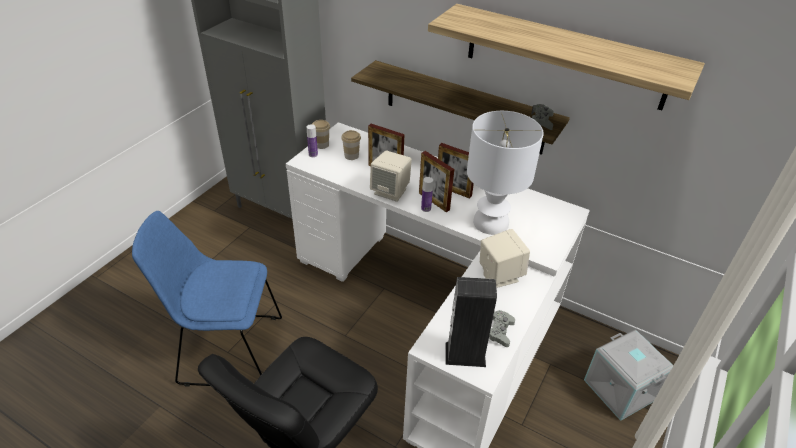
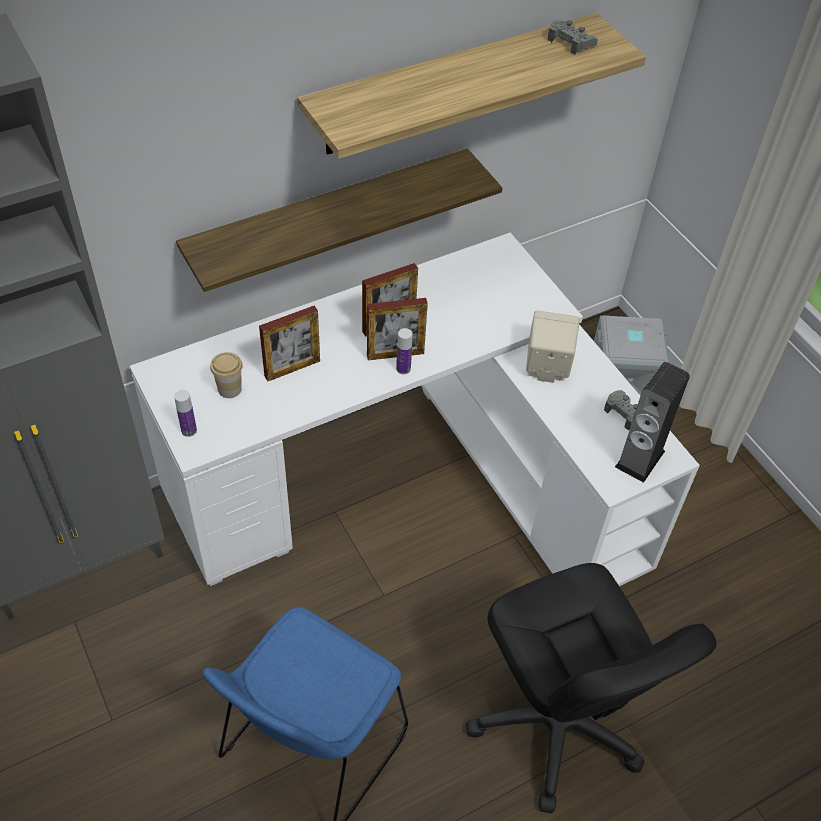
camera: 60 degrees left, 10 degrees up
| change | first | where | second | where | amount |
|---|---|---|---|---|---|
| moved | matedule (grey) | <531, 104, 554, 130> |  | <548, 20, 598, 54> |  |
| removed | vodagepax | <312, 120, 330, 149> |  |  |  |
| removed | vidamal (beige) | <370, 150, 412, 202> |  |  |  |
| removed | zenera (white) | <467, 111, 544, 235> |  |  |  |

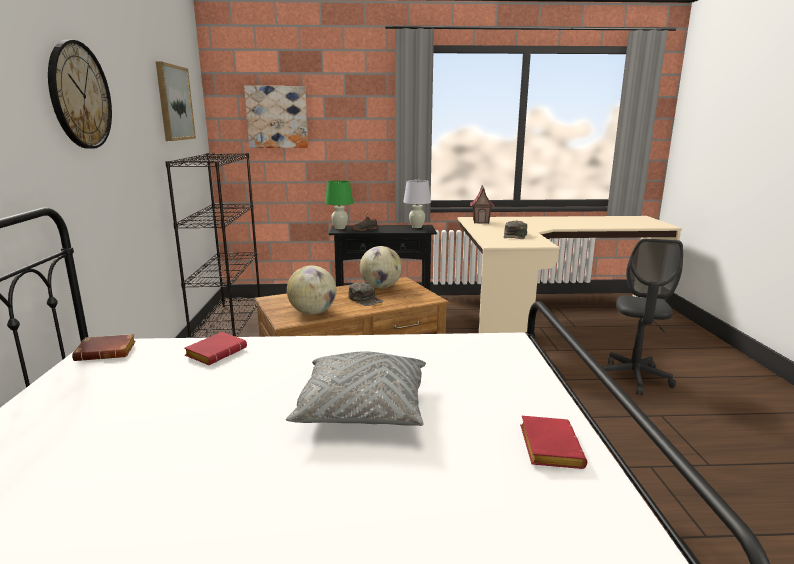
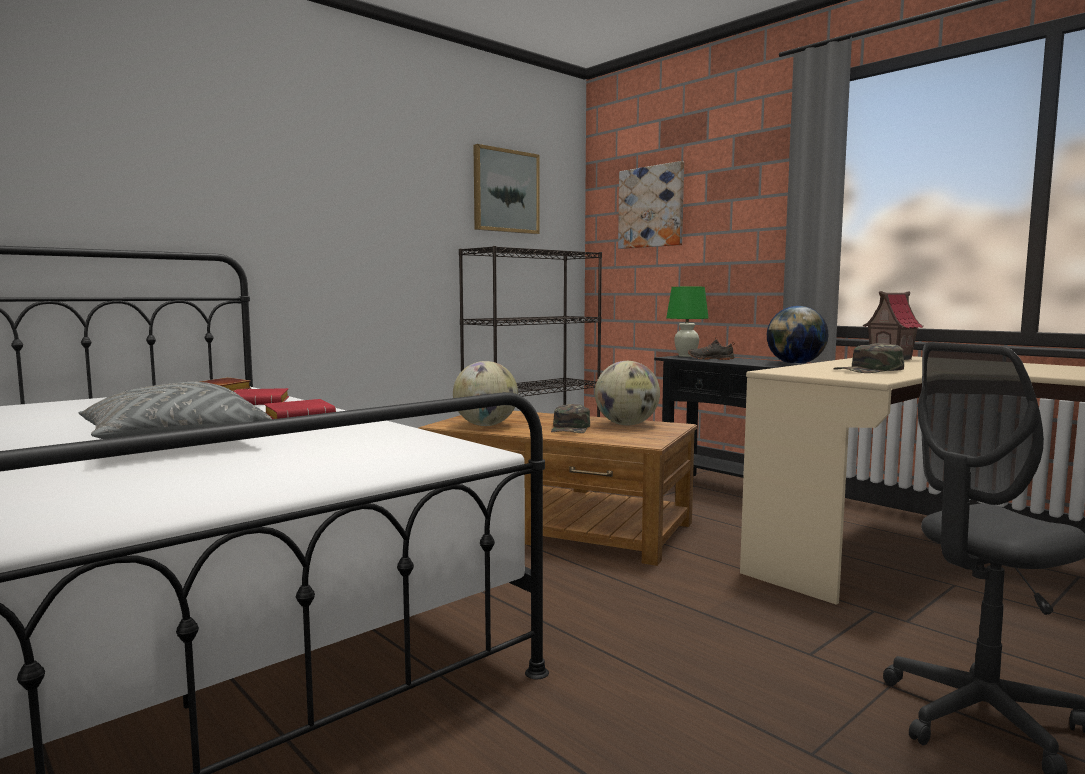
camera: 50 degrees right, 10 degrees down
| change | first | where | second | where | amount |
|---|---|---|---|---|---|
| moved | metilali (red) | <520, 416, 587, 469> |  | <264, 399, 336, 419> |  |
| replaced | zenera (white) | <404, 180, 431, 228> | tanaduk | <767, 306, 828, 364> |  |
| removed | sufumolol | <48, 40, 112, 149> |  |  |  |

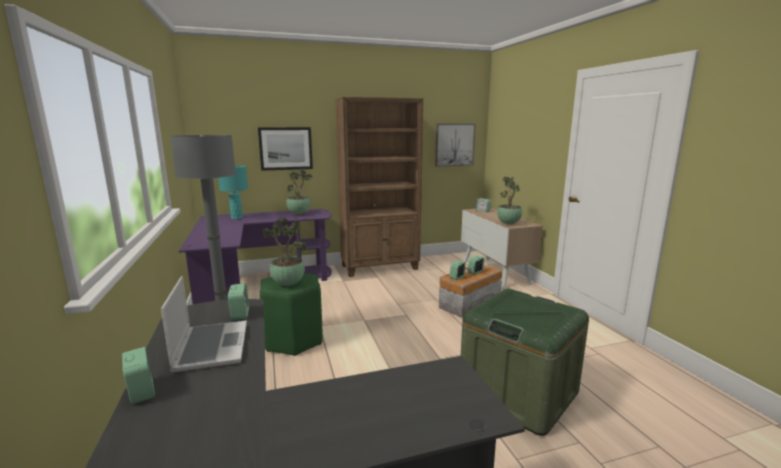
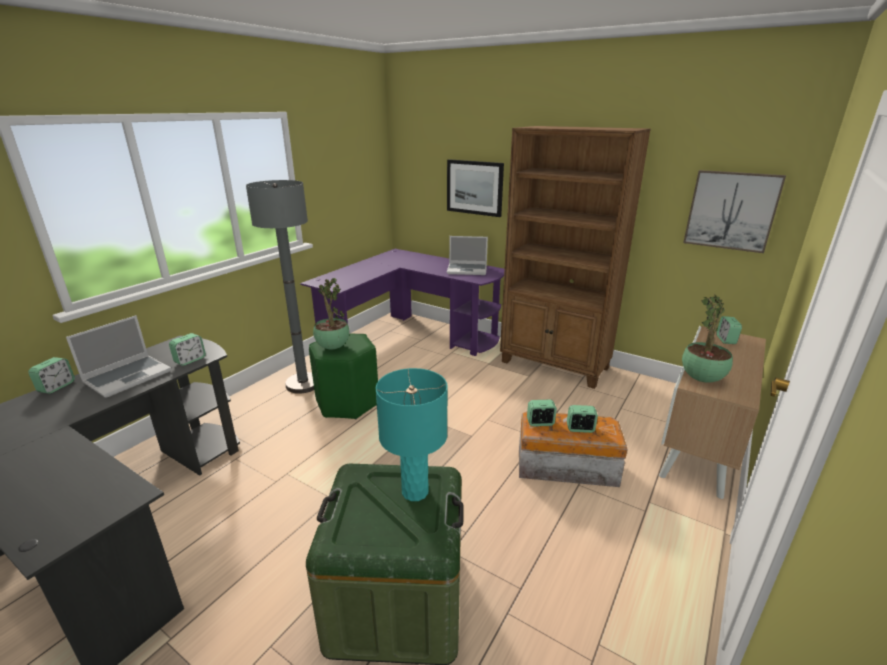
camera: 50 degrees right, 10 degrees up
| change | first | where | second | where | amount |
|---|---|---|---|---|---|
| moved | zenera (turquoise) | <218, 165, 248, 219> |  | <375, 368, 448, 501> |  |
| replaced | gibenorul | <286, 168, 313, 215> | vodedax | <447, 236, 488, 275> |  |

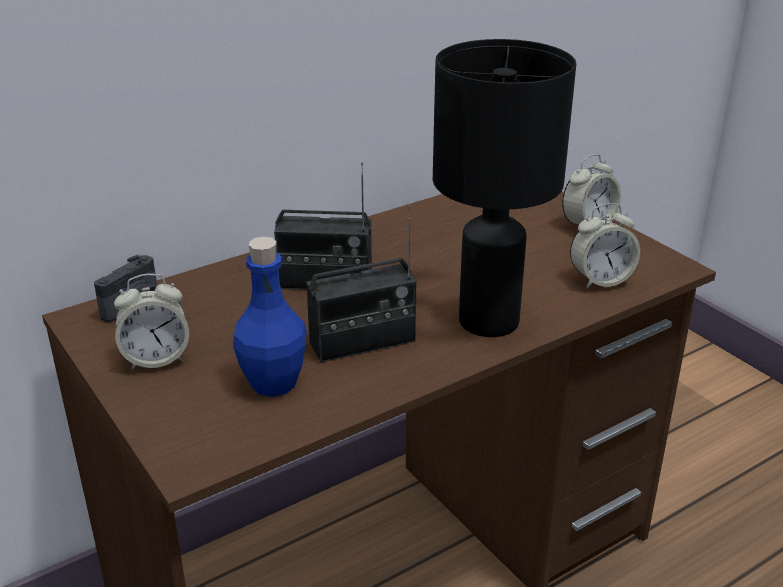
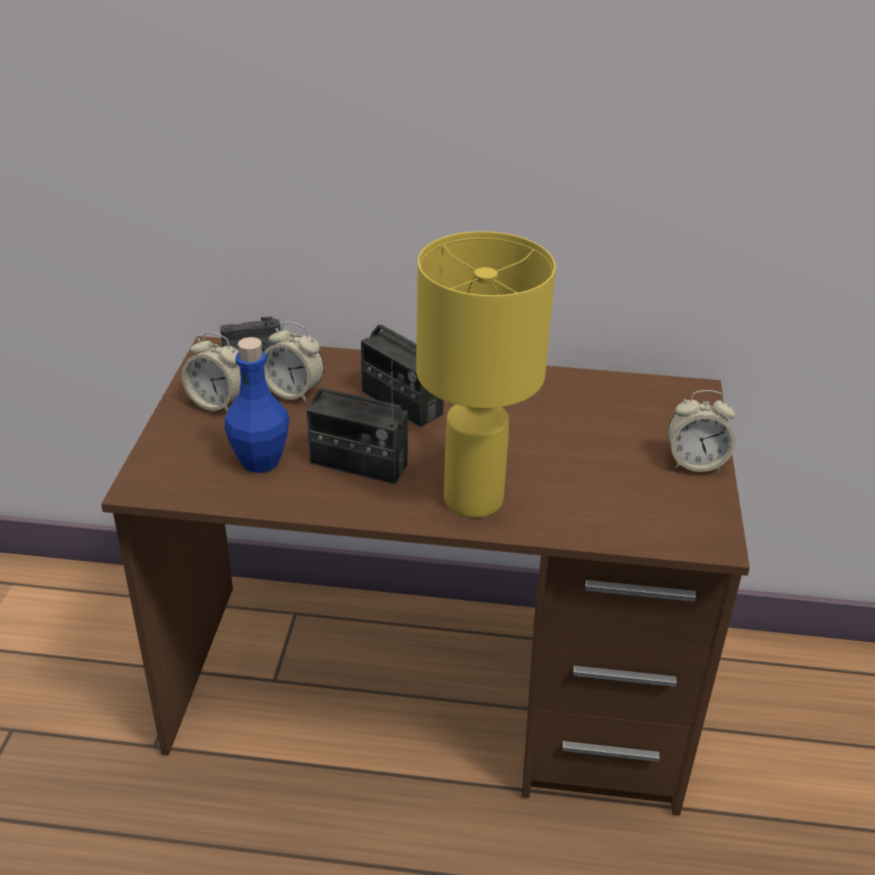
camera: 40 degrees right, 5 degrees up
| change | first | where | second | where | amount |
|---|---|---|---|---|---|
| moved | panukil | <570, 203, 640, 289> |  | <264, 322, 324, 402> |  |
| recoloured | zenera (black) | <433, 39, 576, 337> | zenera (yellow) | <416, 231, 556, 518> |  |

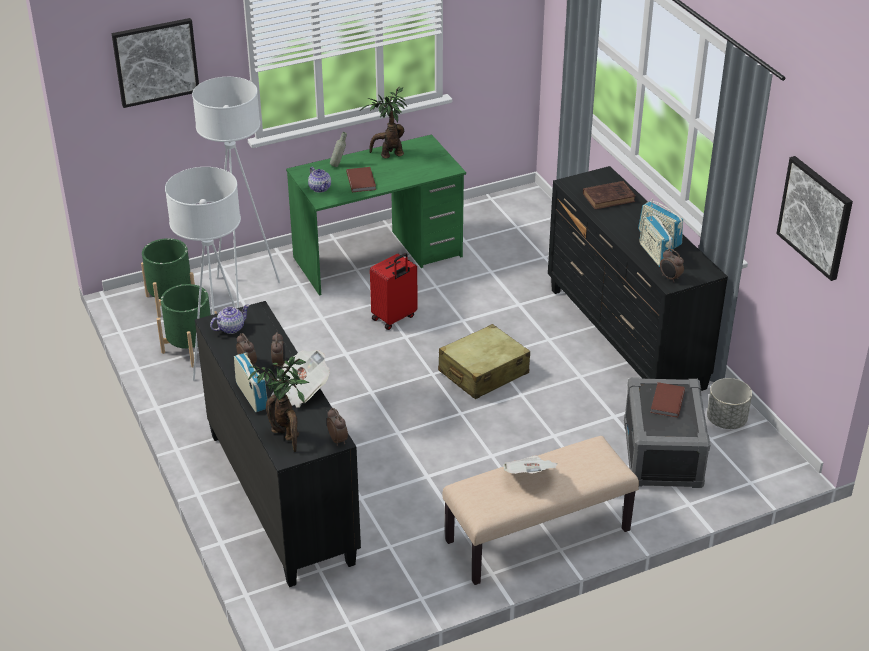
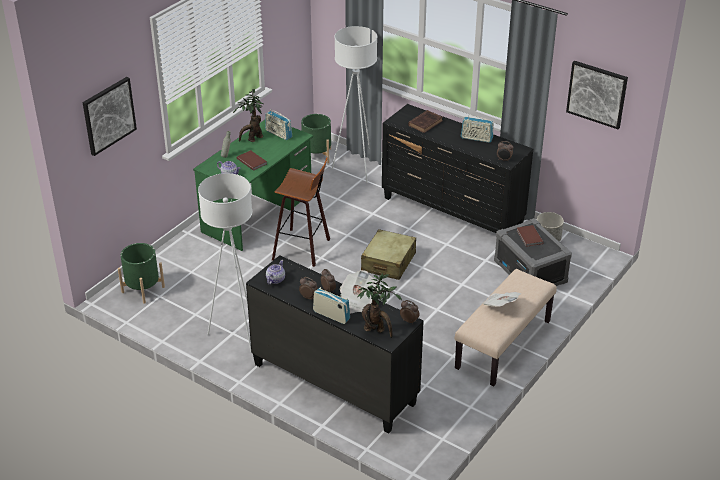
camera: 30 degrees left, 0 degrees up
| change | first | where | second | where | amount |
|---|---|---|---|---|---|
| moved | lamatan | <639, 213, 673, 267> |  | <265, 110, 292, 140> |  |
| replaced | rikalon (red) | <370, 253, 418, 330> | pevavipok | <272, 157, 330, 267> |  |
| moved | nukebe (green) | <157, 284, 217, 367> |  | <301, 114, 331, 163> |  |
| moved | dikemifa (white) | <192, 77, 280, 308> |  | <332, 26, 377, 183> |  |

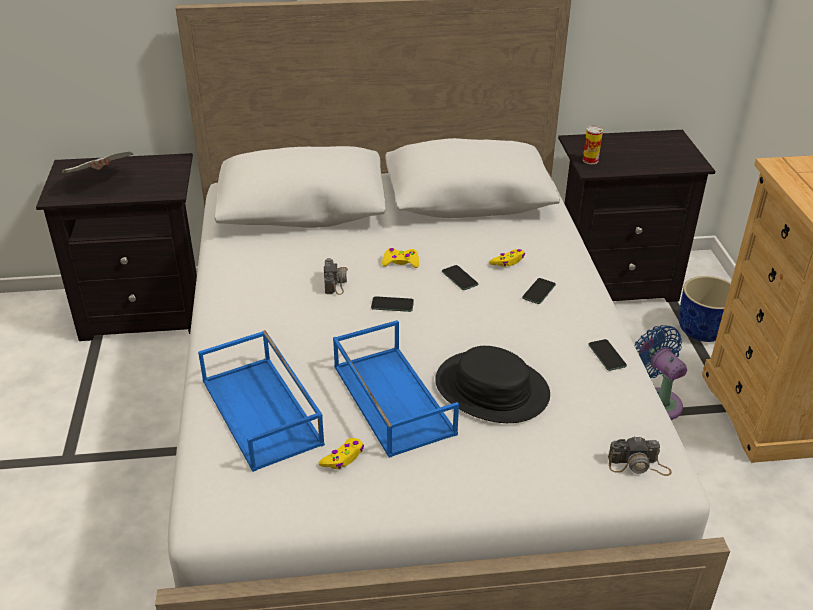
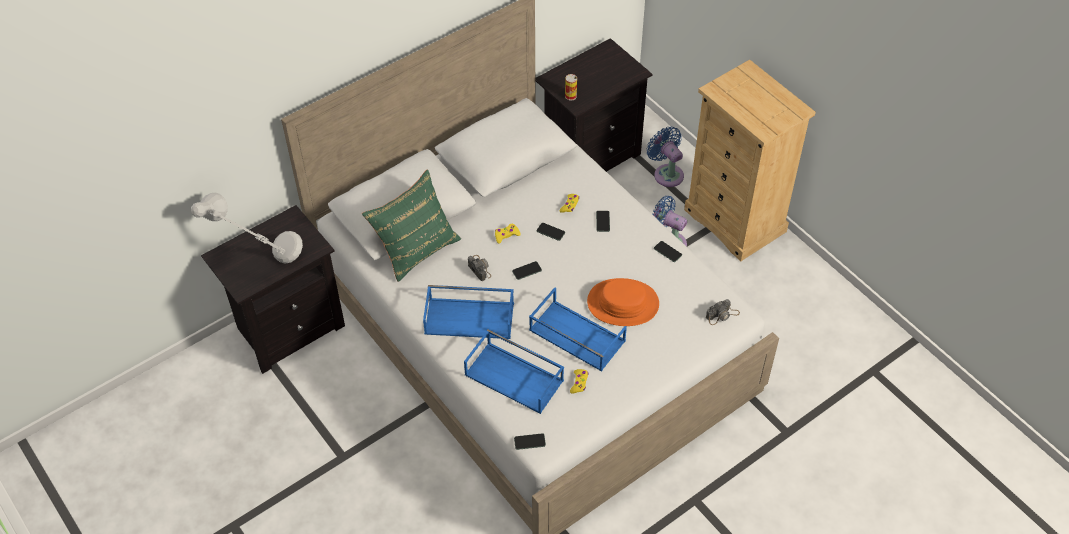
camera: 30 degrees left, 15 degrees up
| change | first | where | second | where | amount |
|---|---|---|---|---|---|
| replaced | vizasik | <62, 152, 133, 173> | zenera (grey) | <191, 193, 303, 264> |  |
| added |  |  | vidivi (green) | <362, 169, 461, 282> |  |
| added |  |  | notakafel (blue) | <423, 285, 514, 339> |  |
| added |  |  | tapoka | <514, 433, 546, 450> |  |
| recoloured | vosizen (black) | <435, 346, 550, 423> | vosizen (orange) | <587, 278, 659, 326> |  |
| replaced | nukebe (blue) | <679, 276, 731, 342> | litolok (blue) | <646, 127, 684, 187> |  |

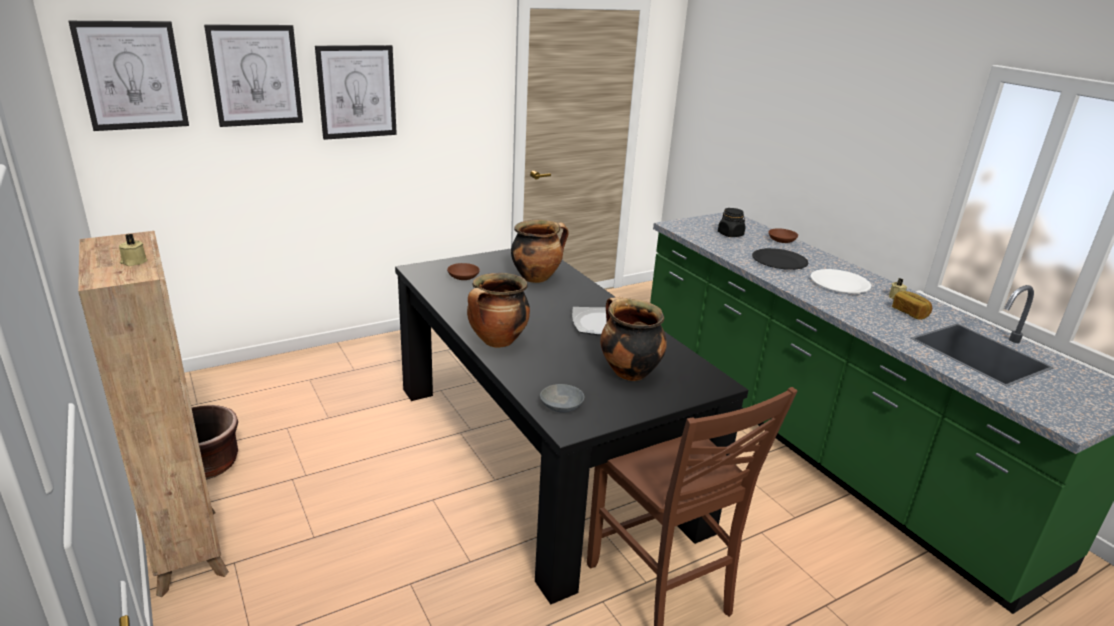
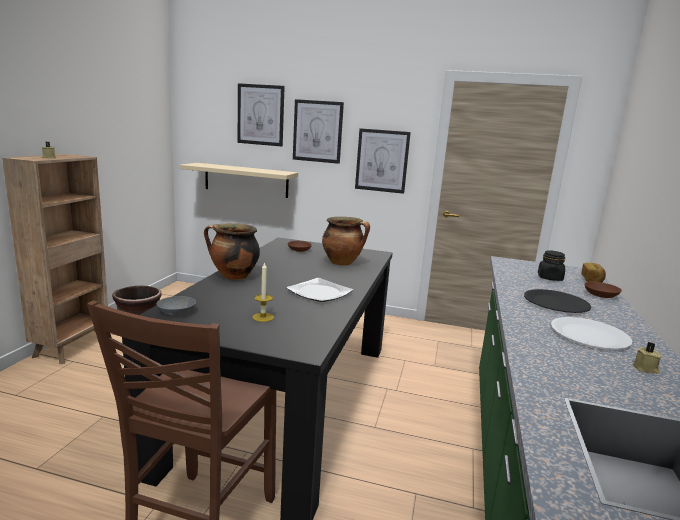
camera: 45 degrees right, 10 degrees down
| change | first | where | second | where | amount |
|---|---|---|---|---|---|
| added |  |  | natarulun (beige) | <179, 163, 298, 198> |  |
| replaced | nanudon | <600, 297, 667, 381> | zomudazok | <252, 262, 274, 322> |  |
| moved | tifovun | <68, 21, 189, 131> |  | <355, 128, 411, 194> |  |
| moved | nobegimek | <892, 291, 932, 319> |  | <581, 263, 606, 282> |  |

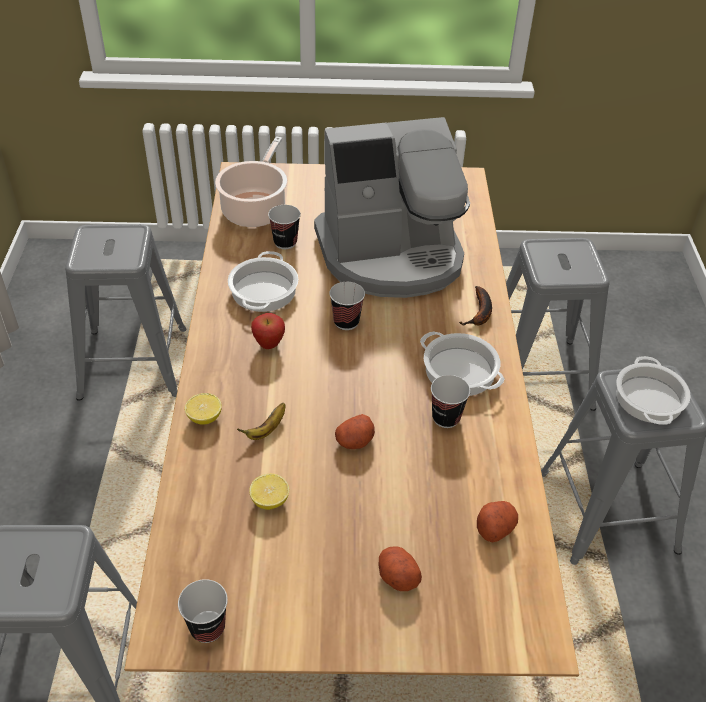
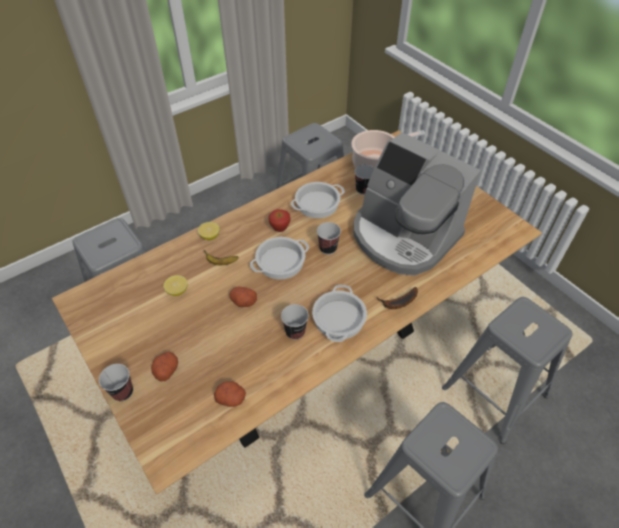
camera: 55 degrees right, 5 degrees up
| change | first | where | second | where | amount |
|---|---|---|---|---|---|
| moved | vodagepax | <178, 579, 228, 643> |  | <99, 364, 133, 401> |  |
| moved | nanudon | <616, 356, 691, 425> |  | <250, 237, 309, 280> |  |

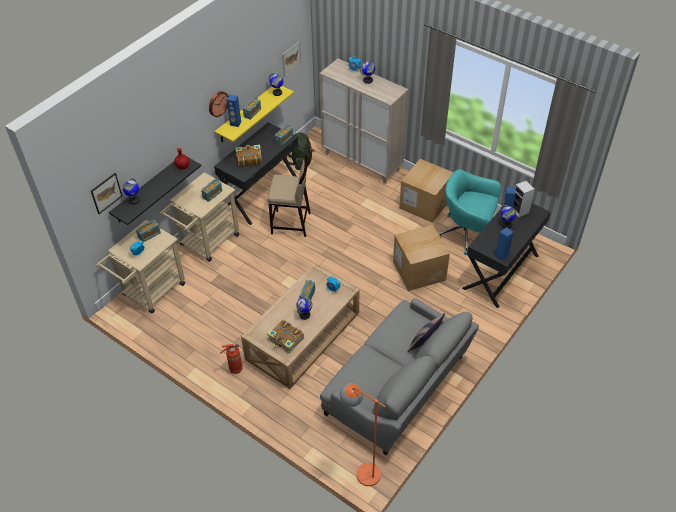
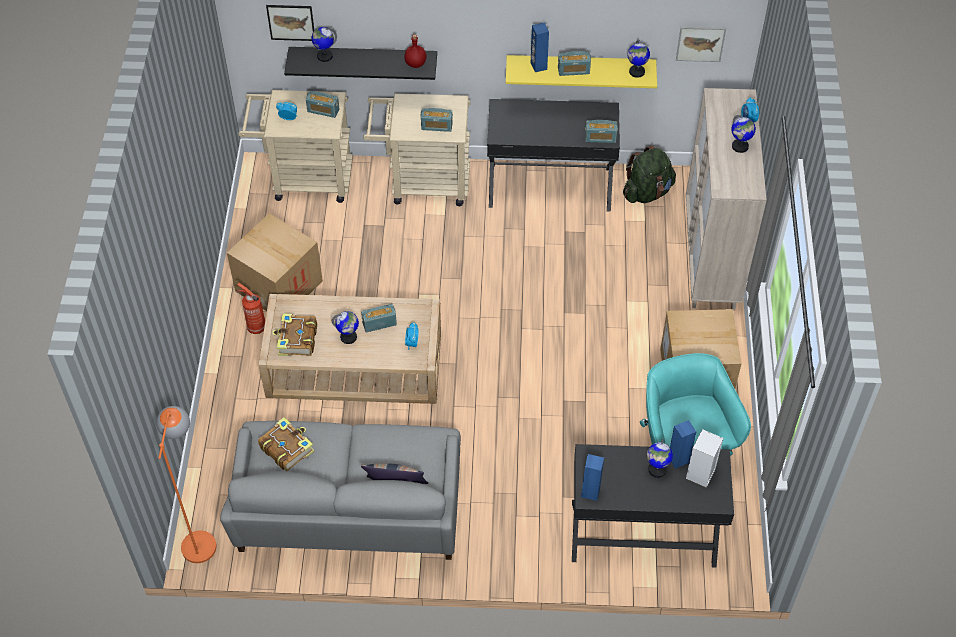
camera: 55 degrees right, 5 degrees up
| change | first | where | second | where | amount |
|---|---|---|---|---|---|
| moved | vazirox | <393, 225, 450, 291> |  | <227, 213, 323, 311> |  |
| moved | metilali | <235, 144, 262, 167> |  | <258, 417, 314, 471> |  |
| removed | sufumolol | <209, 91, 228, 117> |  |  |  |
| removed | pevavipok (beige) | <268, 155, 311, 237> |  |  |  |

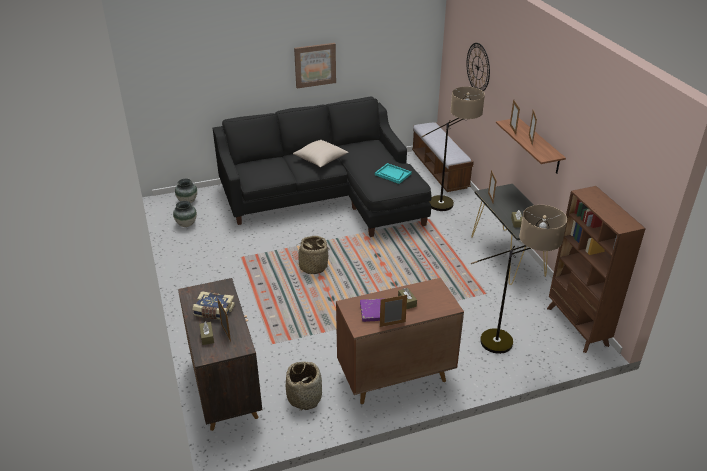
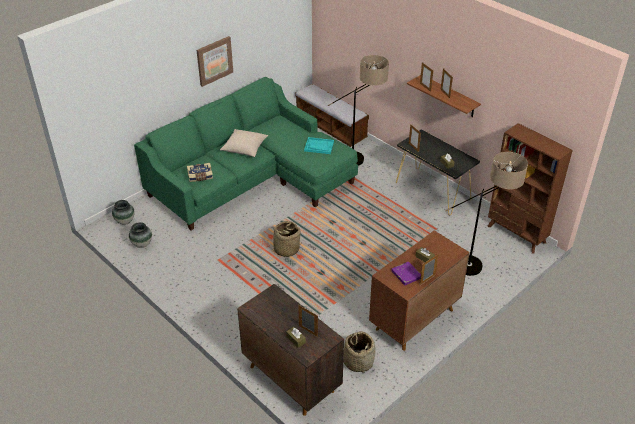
camera: 25 degrees left, 5 degrees up
| change | first | where | second | where | amount |
|---|---|---|---|---|---|
| recoloured | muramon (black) | <212, 97, 432, 237> | muramon (green) | <134, 77, 358, 230> |  |
| moved | metilali | <193, 291, 235, 320> |  | <187, 163, 213, 182> |  |
| removed | sufumolol | <466, 43, 490, 91> |  |  |  |

